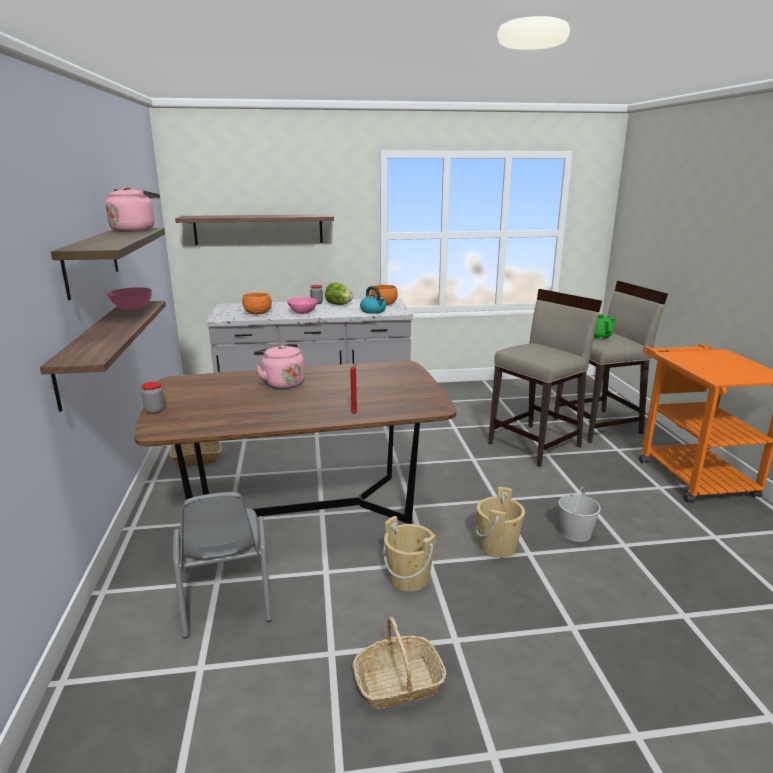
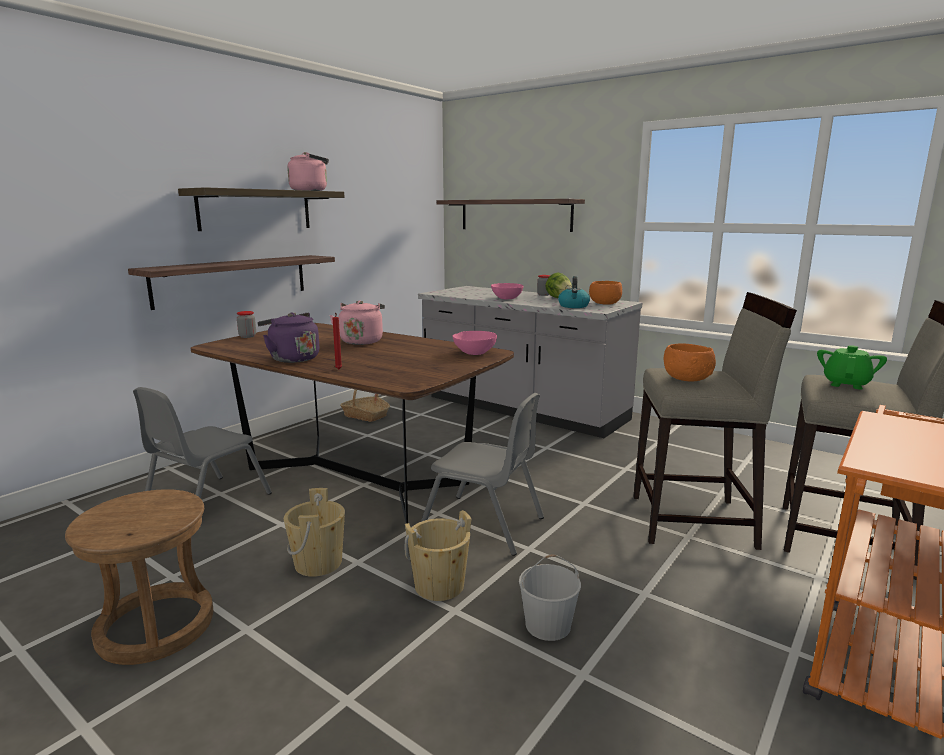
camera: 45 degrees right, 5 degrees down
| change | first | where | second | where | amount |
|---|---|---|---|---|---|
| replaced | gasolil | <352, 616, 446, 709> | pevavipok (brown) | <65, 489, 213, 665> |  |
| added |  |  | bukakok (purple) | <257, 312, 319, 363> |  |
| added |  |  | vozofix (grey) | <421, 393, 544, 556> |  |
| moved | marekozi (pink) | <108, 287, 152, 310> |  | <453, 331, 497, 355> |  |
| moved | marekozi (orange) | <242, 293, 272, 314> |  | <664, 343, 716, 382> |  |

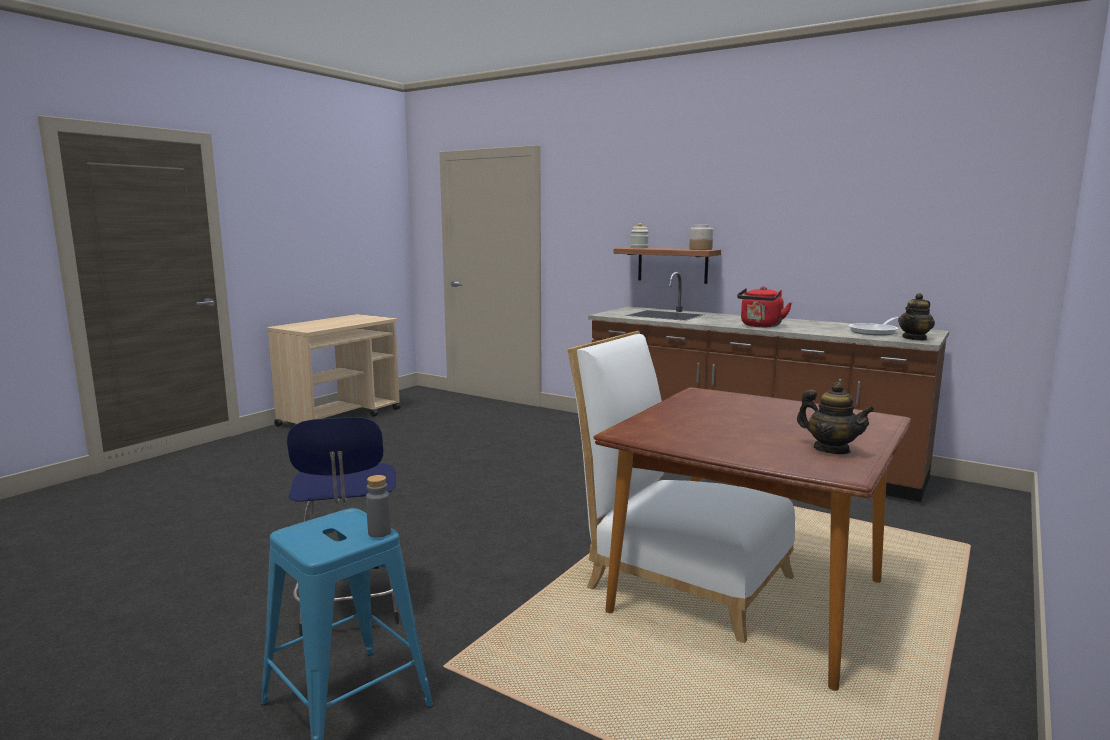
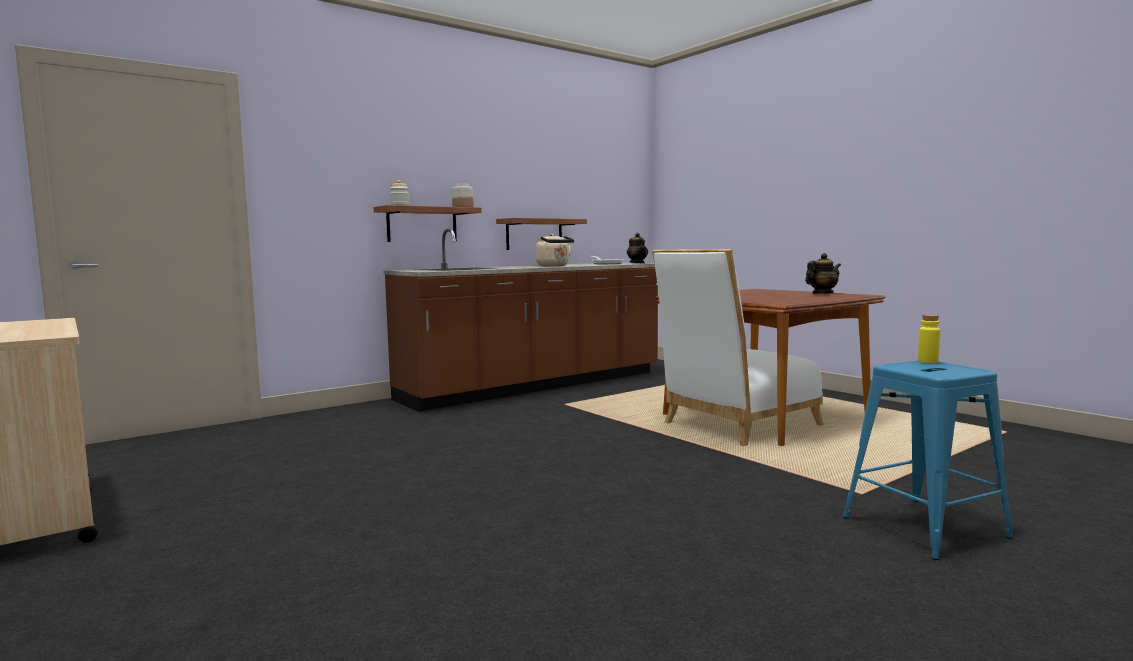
camera: 70 degrees left, 5 degrees down
| change | first | where | second | where | amount |
|---|---|---|---|---|---|
| added |  |  | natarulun | <496, 218, 587, 250> |  |
| recoloured | bukakok (red) | <737, 286, 792, 327> | bukakok (beige) | <536, 234, 574, 267> |  |
| recoloured | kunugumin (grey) | <366, 475, 391, 538> | kunugumin (yellow) | <918, 314, 940, 363> |  |
| removed | pevavipok (blue) | <287, 417, 399, 636> |  |  |  |

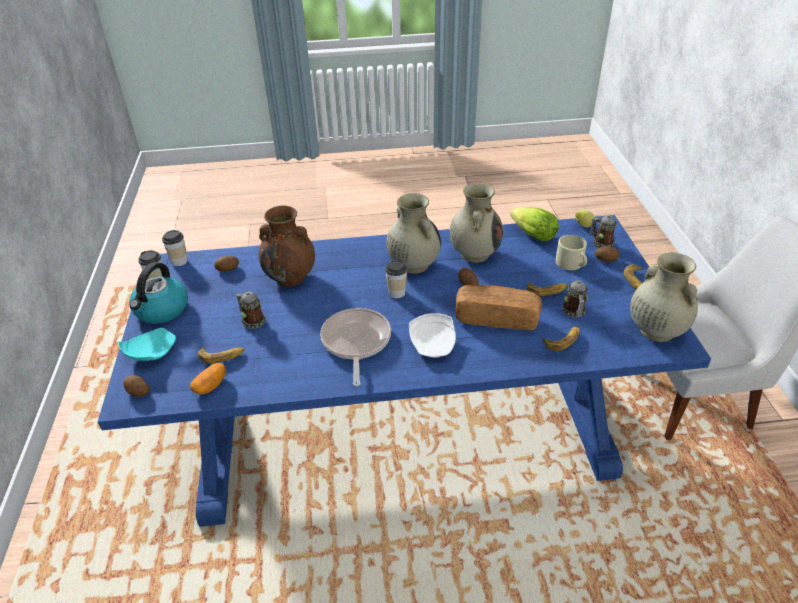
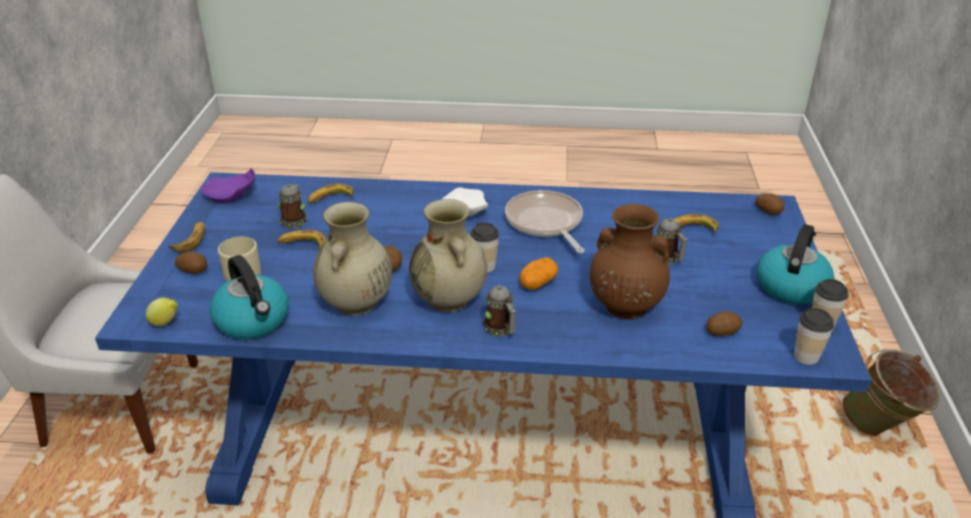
camera: 170 degrees left, 5 degrees down
| change | first | where | second | where | amount |
|---|---|---|---|---|---|
| replaced | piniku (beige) | <630, 253, 698, 342> | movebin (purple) | <200, 168, 256, 203> |  |
| replaced | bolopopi | <510, 207, 559, 241> | bukakok | <209, 255, 289, 339> |  |
| moved | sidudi | <590, 215, 617, 248> |  | <483, 286, 516, 336> |  |
| turned | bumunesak | <320, 308, 391, 386> |  | <505, 190, 585, 253> | 150 degrees clockwise |
| moved | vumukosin | <190, 363, 226, 394> |  | <519, 257, 558, 290> |  |
| added |  |  | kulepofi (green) | <842, 349, 940, 437> |  |
| removed | movebin (turquoise) | <118, 328, 176, 361> |  |  |  |
| removed | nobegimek | <456, 284, 542, 330> |  |  |  |

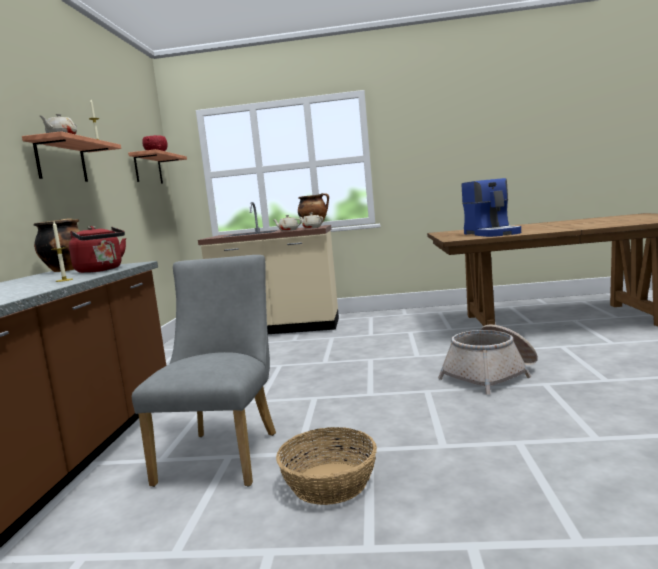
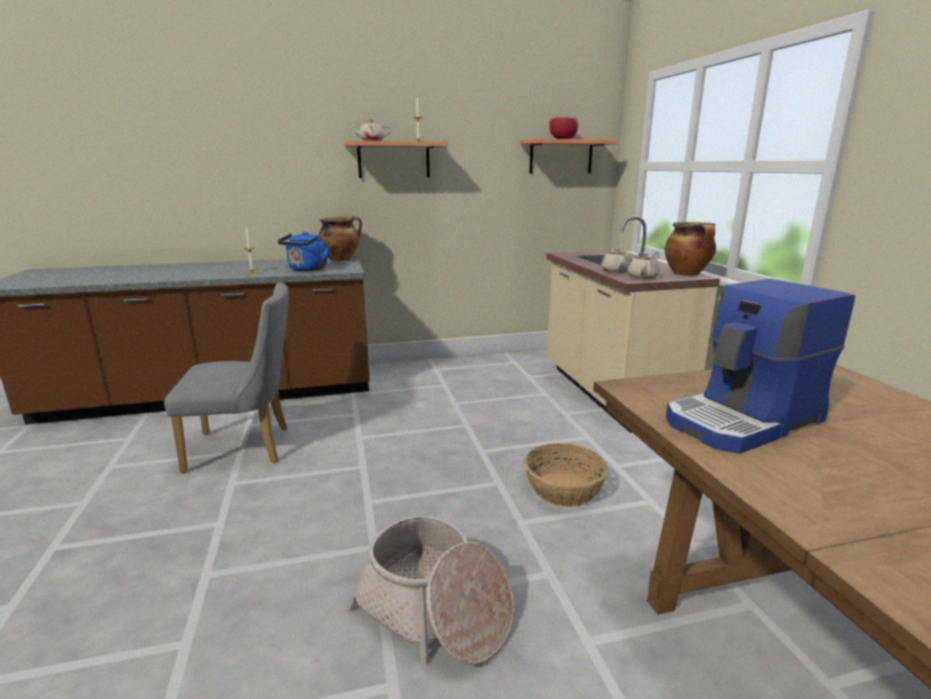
camera: 70 degrees right, 10 degrees up
| change | first | where | second | where | amount |
|---|---|---|---|---|---|
| recoloured | bukakok (red) | <69, 226, 126, 273> | bukakok (blue) | <278, 232, 330, 271> |  |
| moved | gasolil | <276, 427, 377, 505> |  | <524, 443, 608, 507> |  |

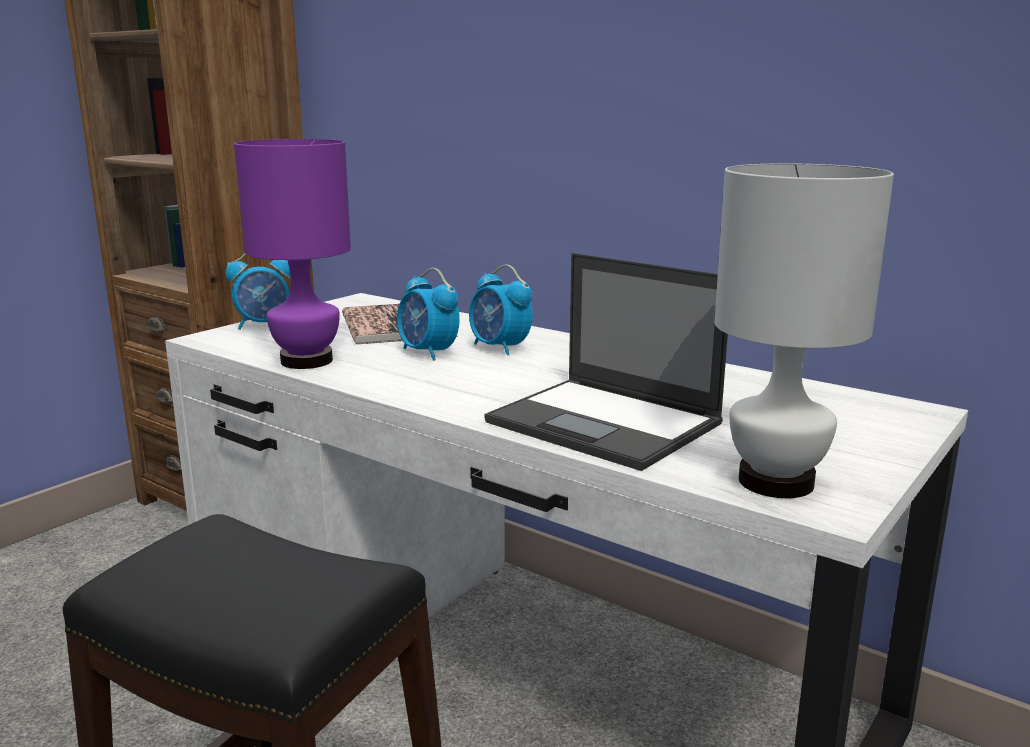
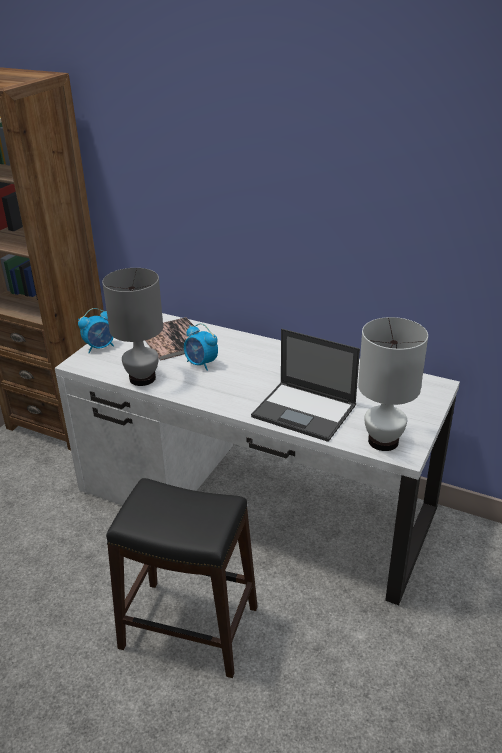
camera: 10 degrees left, 15 degrees up
| change | first | where | second | where | amount |
|---|---|---|---|---|---|
| recoloured | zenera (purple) | <234, 139, 351, 369> | zenera (grey) | <102, 268, 163, 386> |  |
| removed | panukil | <469, 265, 533, 355> |  |  |  |

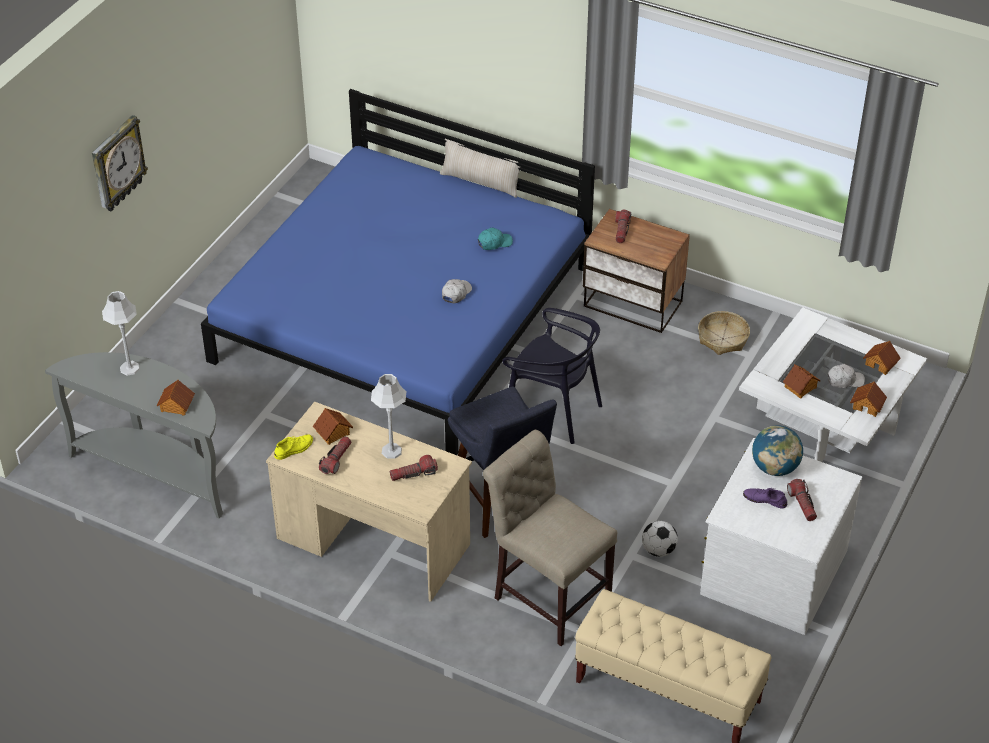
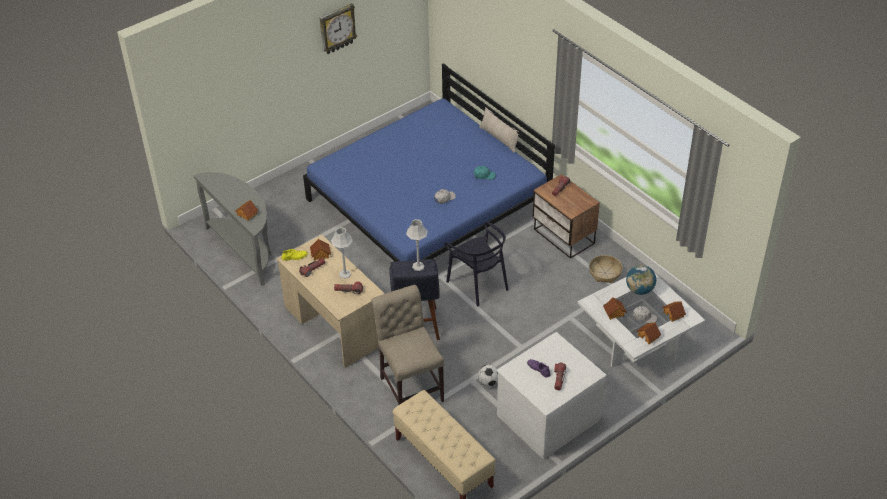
camera: 25 degrees right, 0 degrees up
| change | first | where | second | where | amount |
|---|---|---|---|---|---|
| moved | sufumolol | <92, 115, 148, 212> |  | <320, 3, 357, 54> |  |
| moved | zenera (grey) | <102, 291, 140, 376> |  | <406, 219, 428, 271> |  |
| moved | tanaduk | <752, 425, 803, 476> |  | <626, 265, 656, 295> |  |

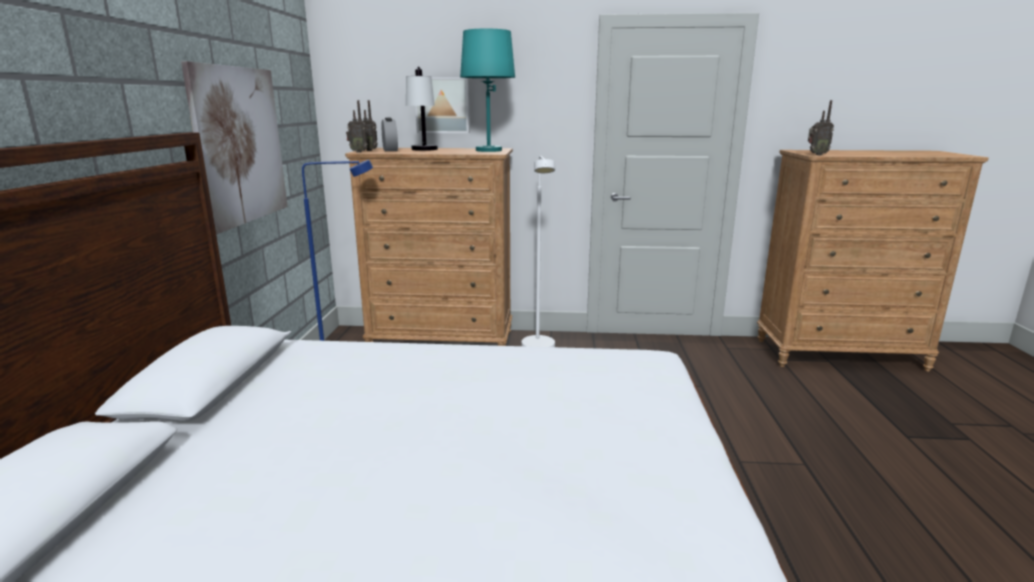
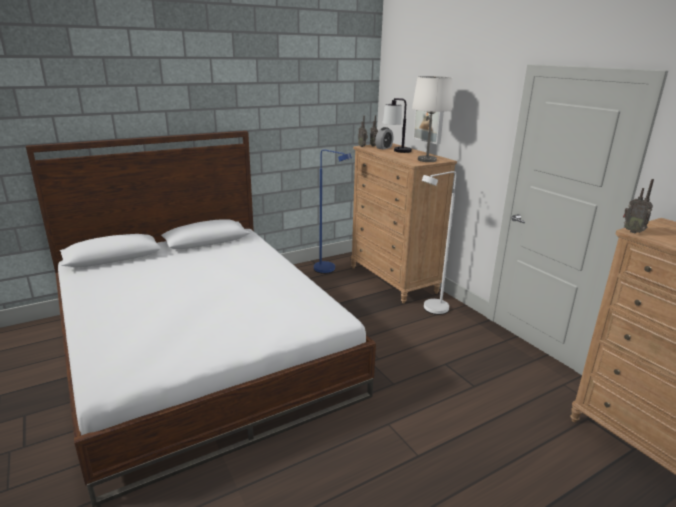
camera: 55 degrees right, 5 degrees up
| change | first | where | second | where | amount |
|---|---|---|---|---|---|
| recoloured | zenera (turquoise) | <460, 29, 515, 152> | zenera (white) | <412, 76, 452, 162> |  |
| removed | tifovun | <181, 61, 288, 235> |  |  |  |

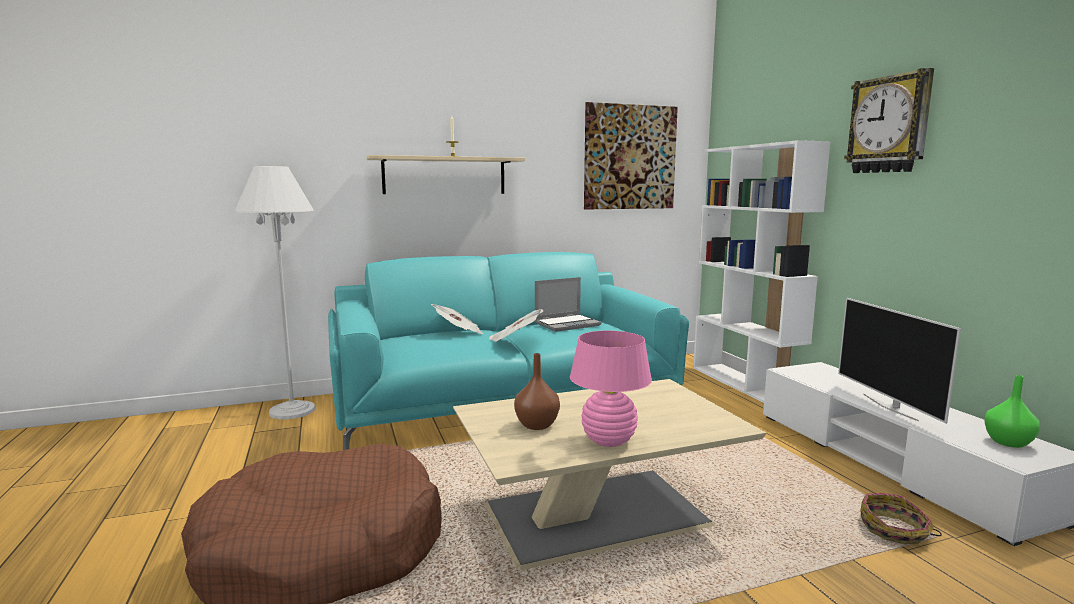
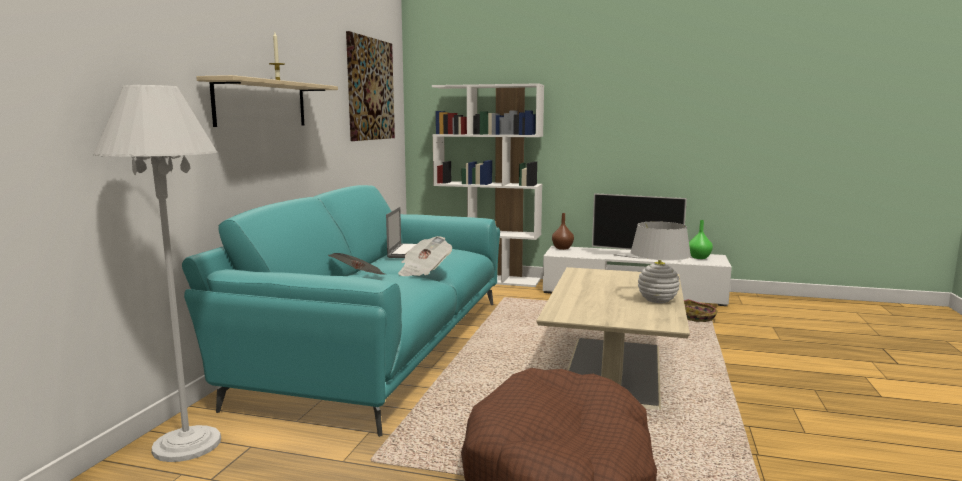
camera: 55 degrees left, 0 degrees up
| change | first | where | second | where | amount |
|---|---|---|---|---|---|
| moved | piniku (brown) | <514, 353, 560, 430> |  | <552, 213, 574, 250> |  |
| recoloured | zenera (pink) | <570, 331, 652, 447> | zenera (white) | <630, 221, 691, 303> |  |
| removed | sufumolol | <844, 68, 934, 173> |  |  |  |

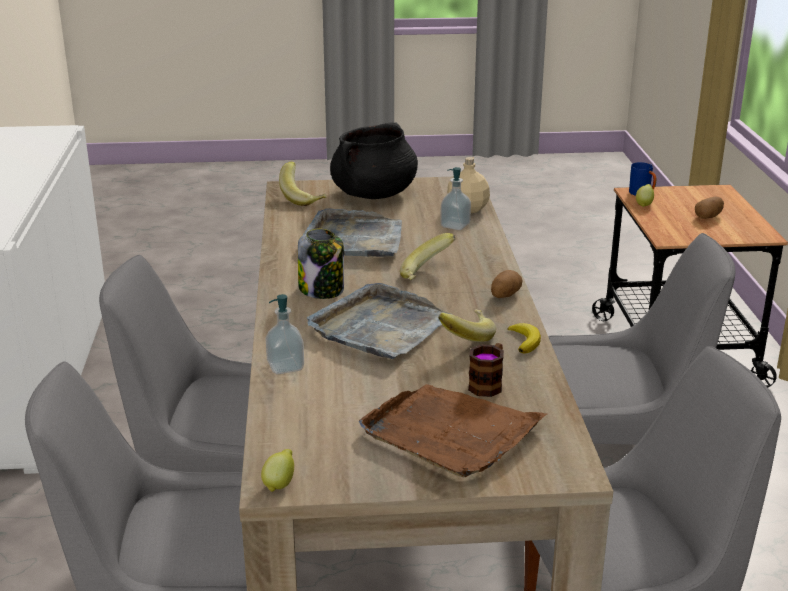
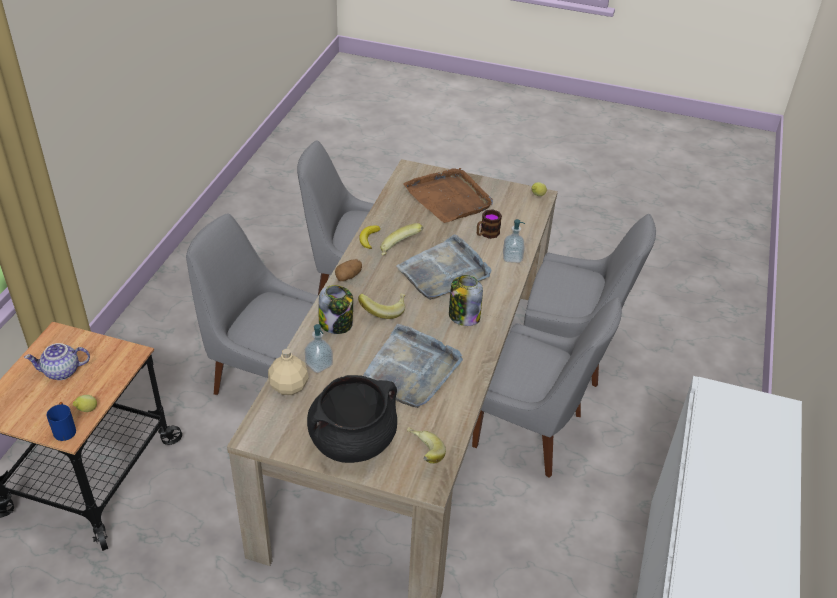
camera: 160 degrees left, 15 degrees up
| change | first | where | second | where | amount |
|---|---|---|---|---|---|
| replaced | vumukosin | <695, 196, 724, 219> | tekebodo | <24, 343, 90, 380> |  |
| added |  |  | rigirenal | <319, 285, 353, 334> |  |
| moved | sidudi | <468, 343, 504, 397> |  | <477, 209, 502, 239> |  |

